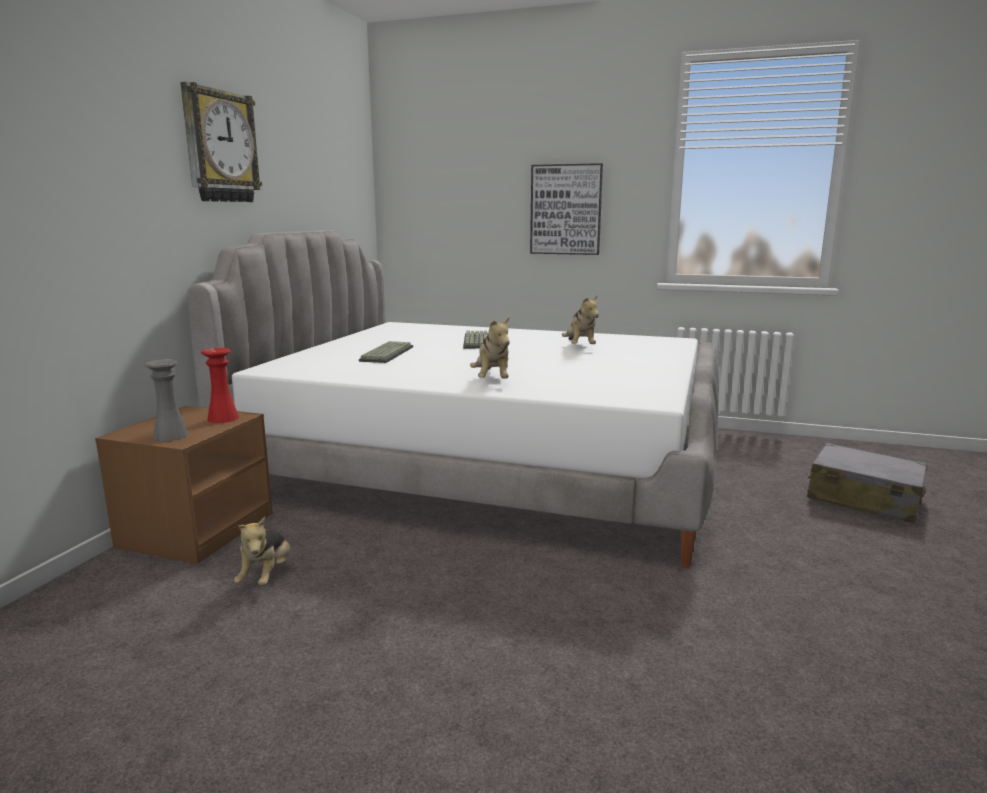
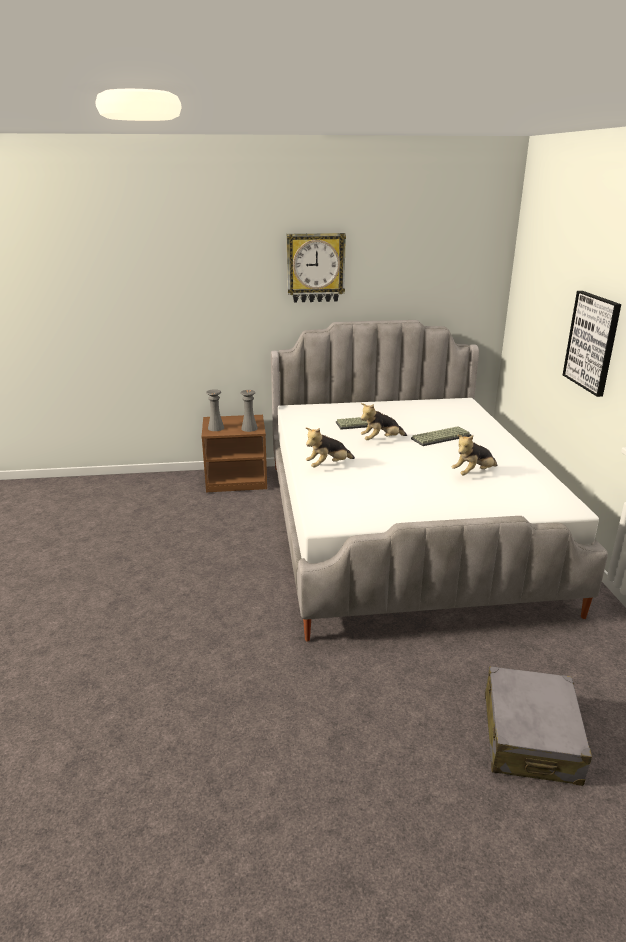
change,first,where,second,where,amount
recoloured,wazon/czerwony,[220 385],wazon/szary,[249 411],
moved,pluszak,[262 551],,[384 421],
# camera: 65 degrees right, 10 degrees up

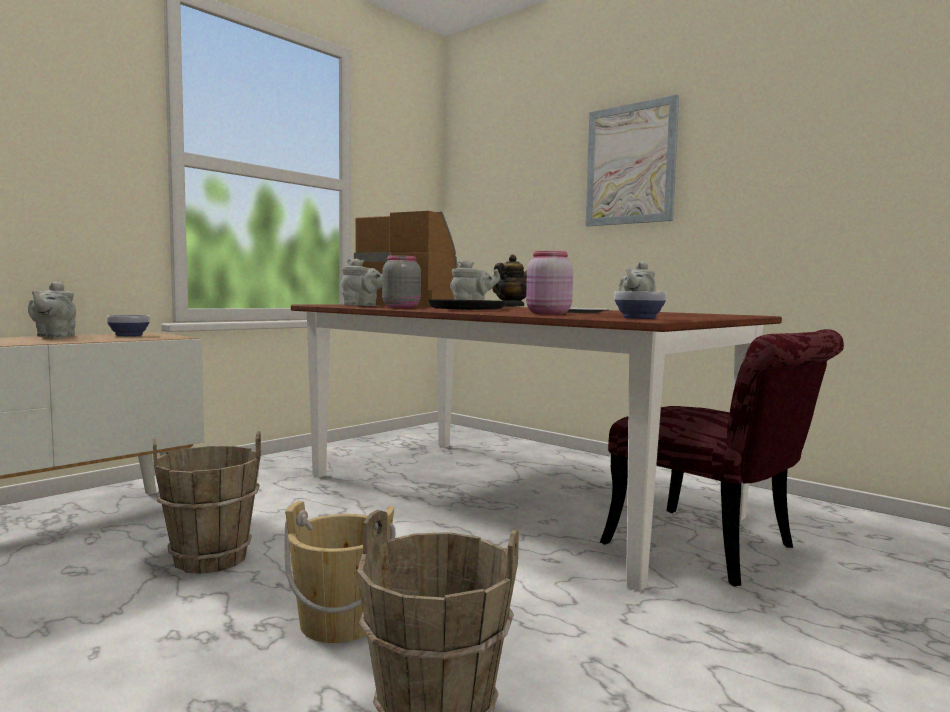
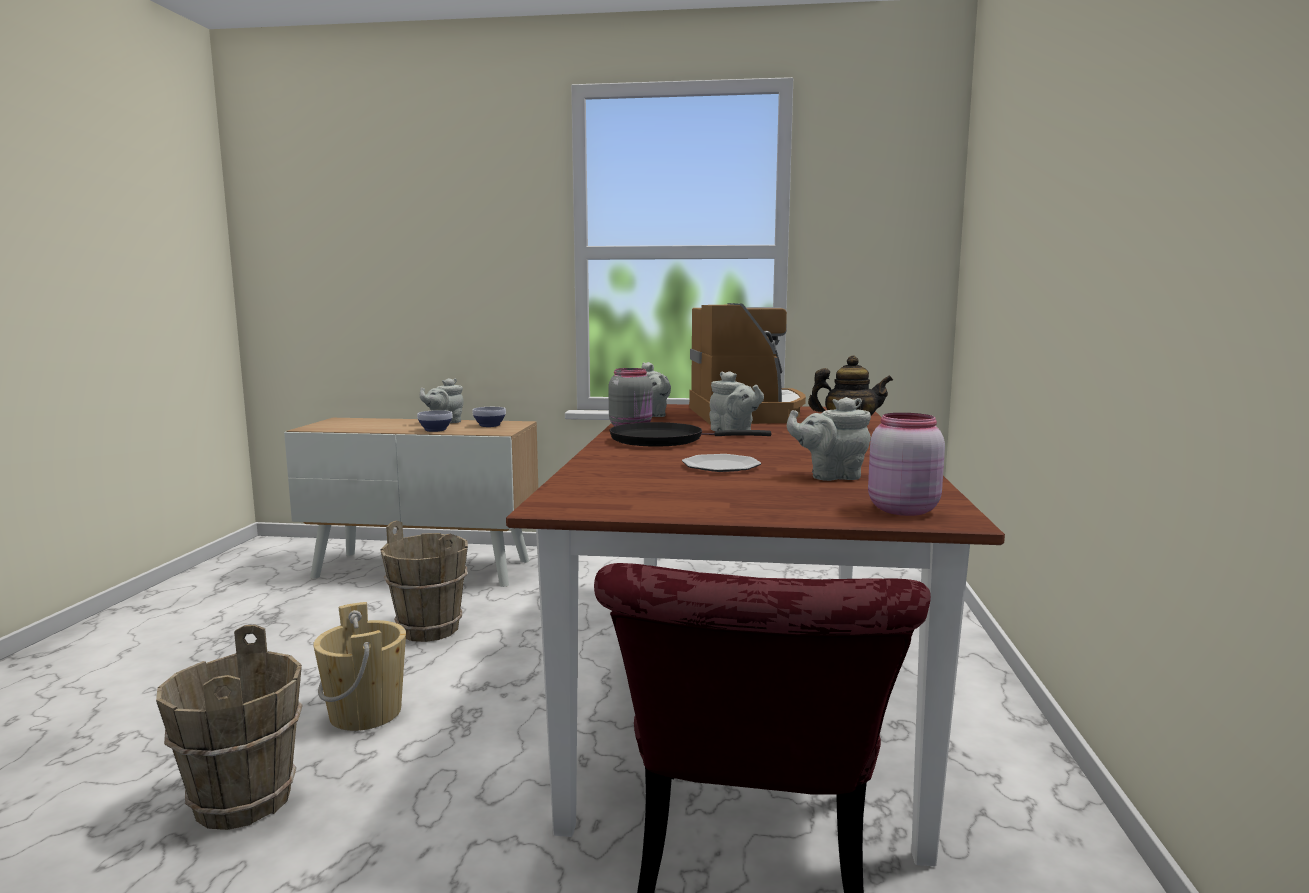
change,first,where,second,where,amount
removed,obraz,[632 160],,,
moved,słoik/różowy,[549 283],,[906 464],
moved,miska,[640 305],,[434 421],
# camera: 55 degrees right, 5 degrees up

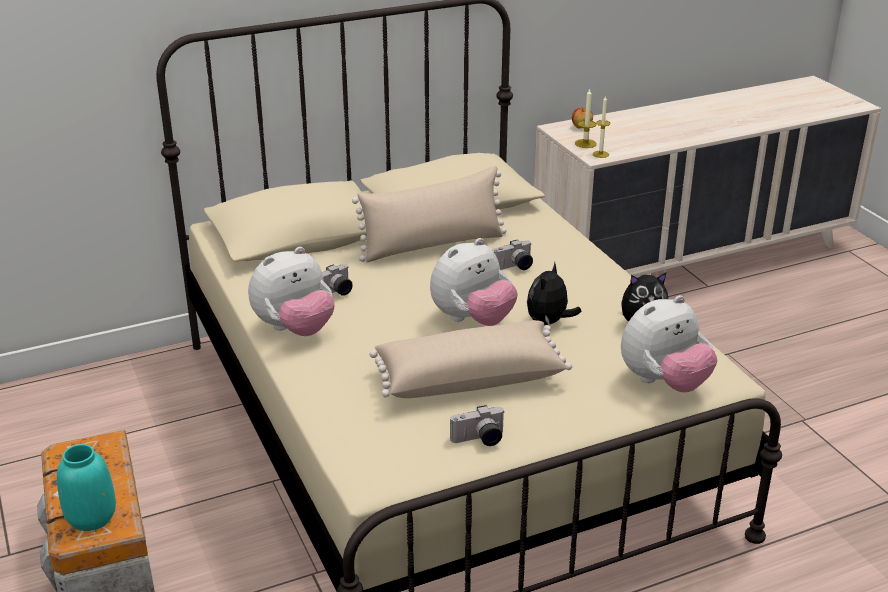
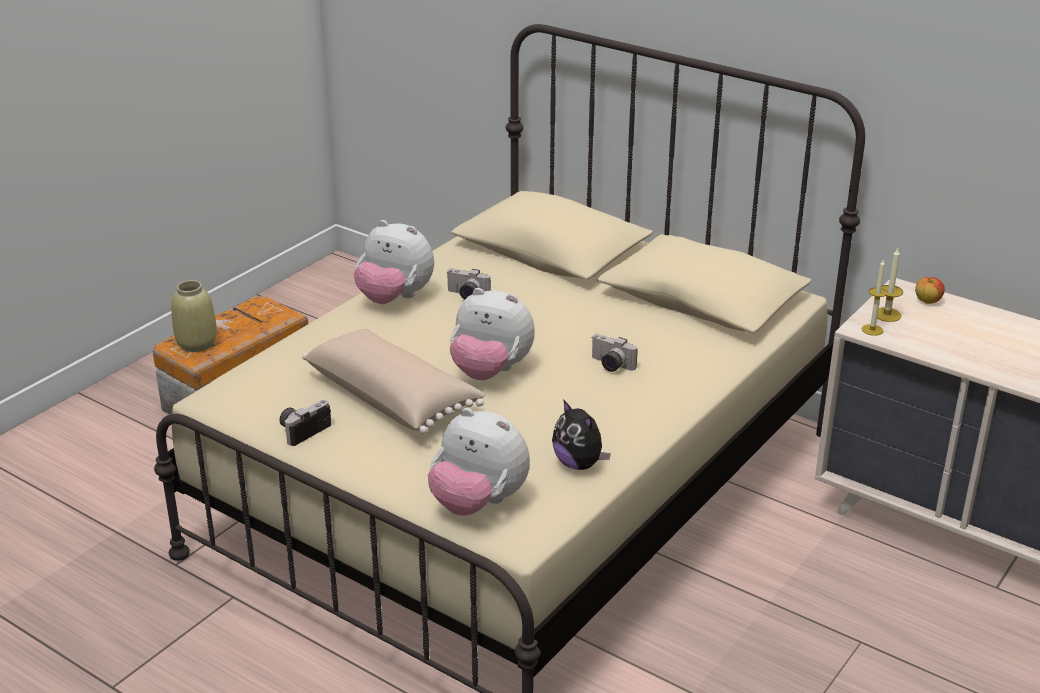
change,first,where,second,where,amount
removed,poduszka/beżowy,[429 214],,,
removed,pluszak,[554 294],,,
turned,aparat fotograficzny,[477 425],,[305 423],90 degrees clockwise
recoloured,wazon/turkusowy,[86 487],wazon/beżowy,[194 316],
# camera: 60 degrees right, 0 degrees up

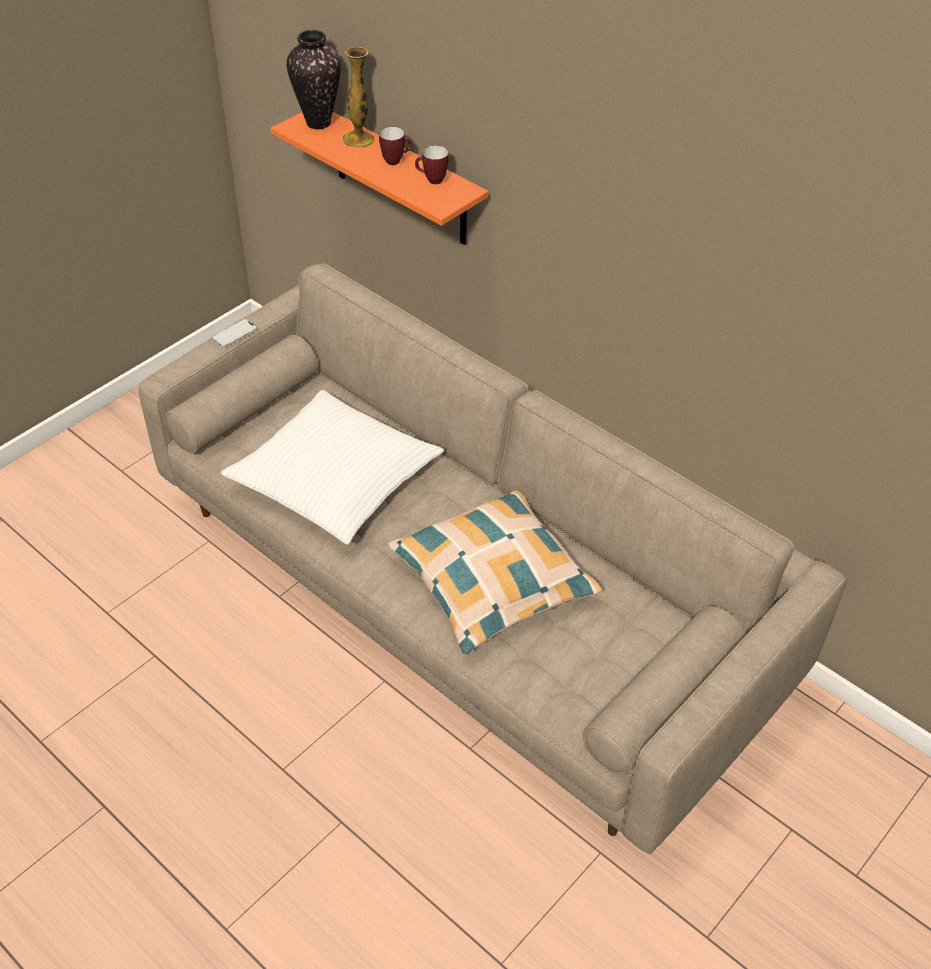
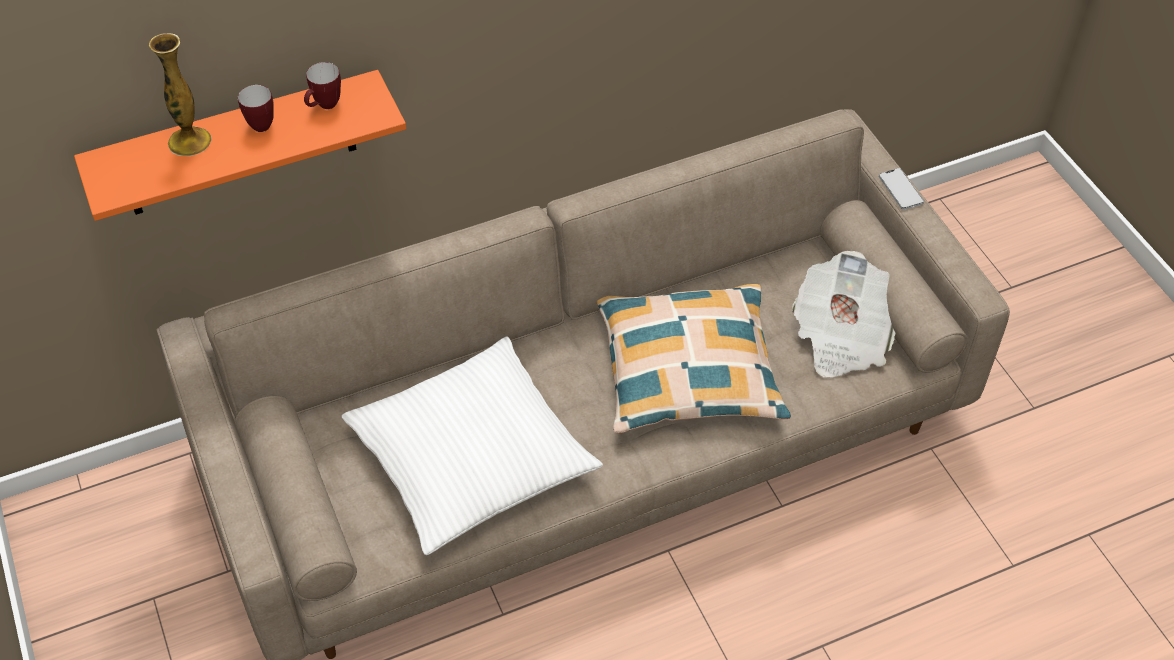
change,first,where,second,where,amount
removed,wazon,[314 79],,,
moved,telefon,[234 333],,[901 189],
added,,,gazeta,[843 314],
# camera: 65 degrees left, 5 degrees up

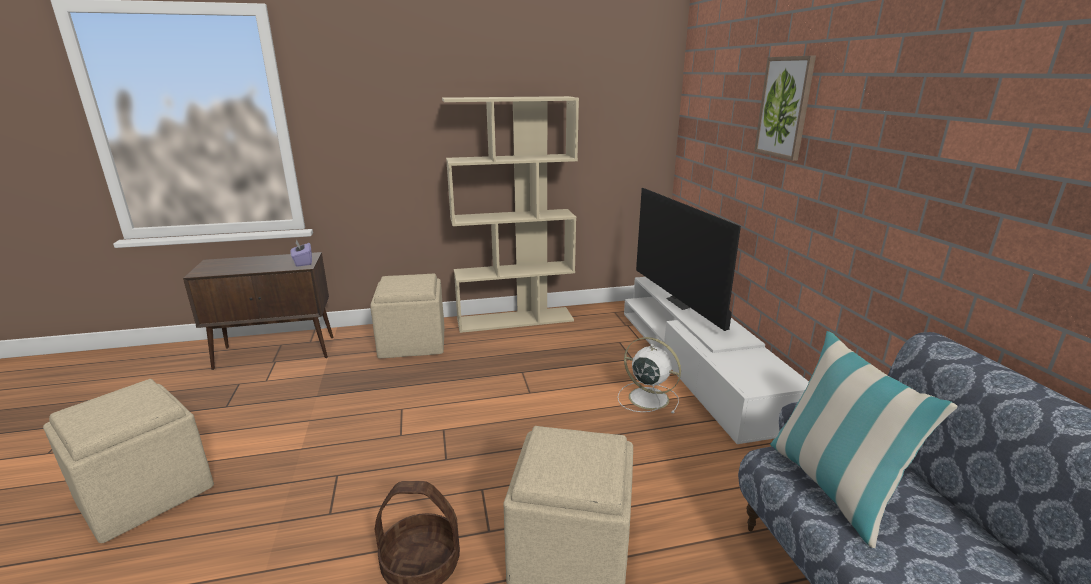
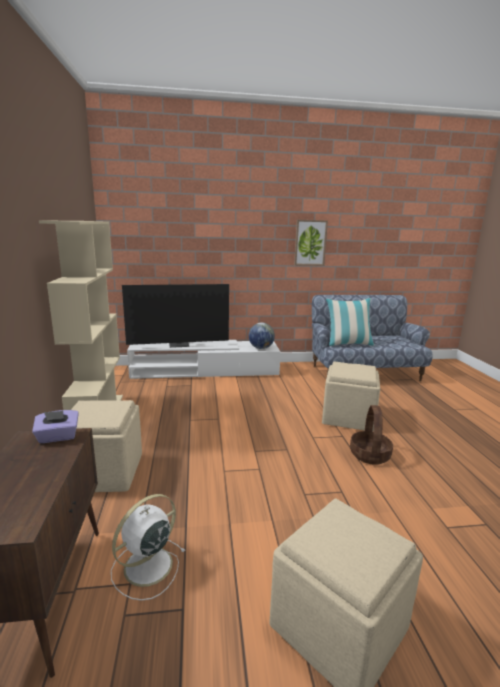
change,first,where,second,where,amount
moved,obraz,[785 108],,[311 243],
moved,wentylator/biały,[649 375],,[148 547],
added,,,globus,[262 336],
# camera: 85 degrees left, 5 degrees down

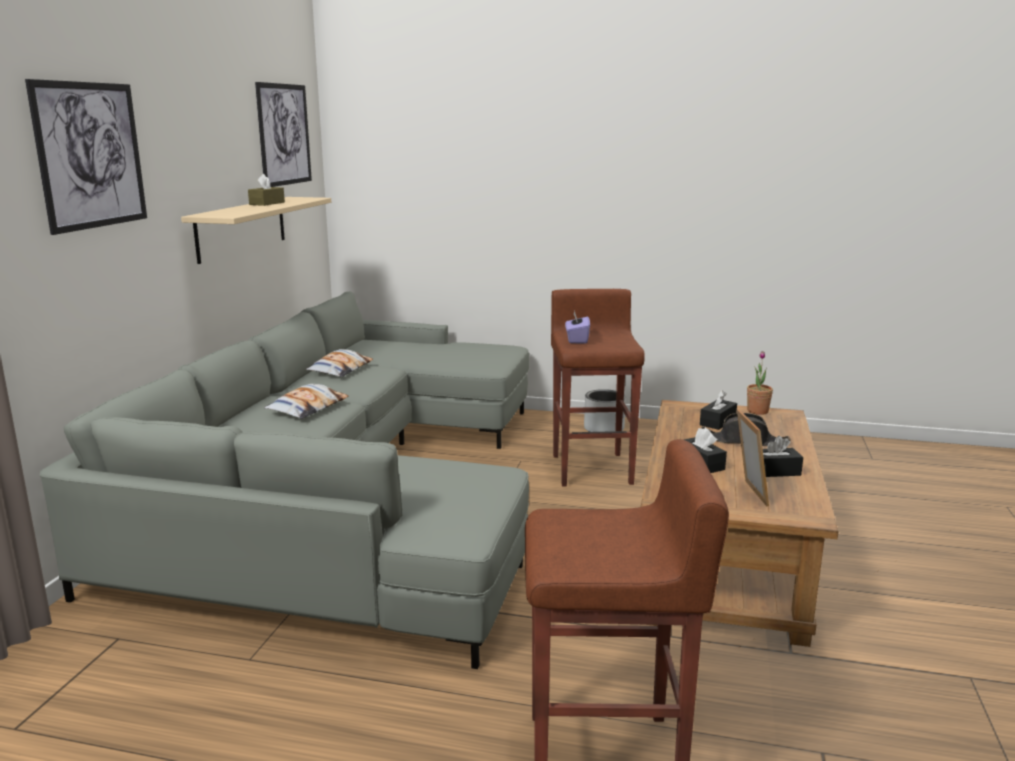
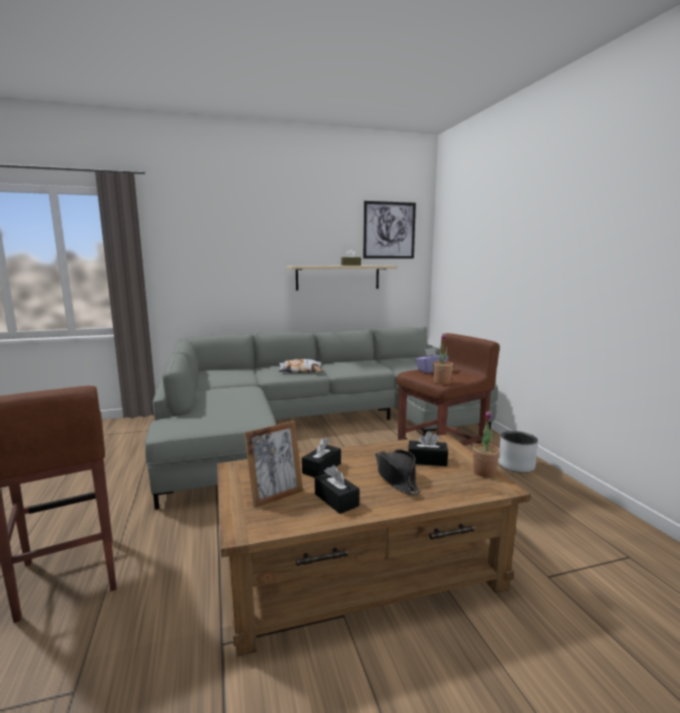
change,first,where,second,where,amount
removed,obraz,[86 157],,,
removed,poduszka,[339 363],,,
added,,,roślina doniczkowa,[443 359],
# camera: 60 degrees right, 5 degrees down

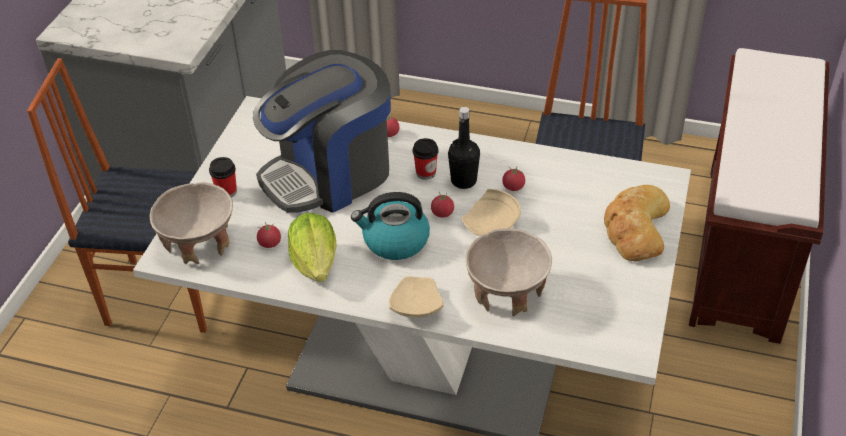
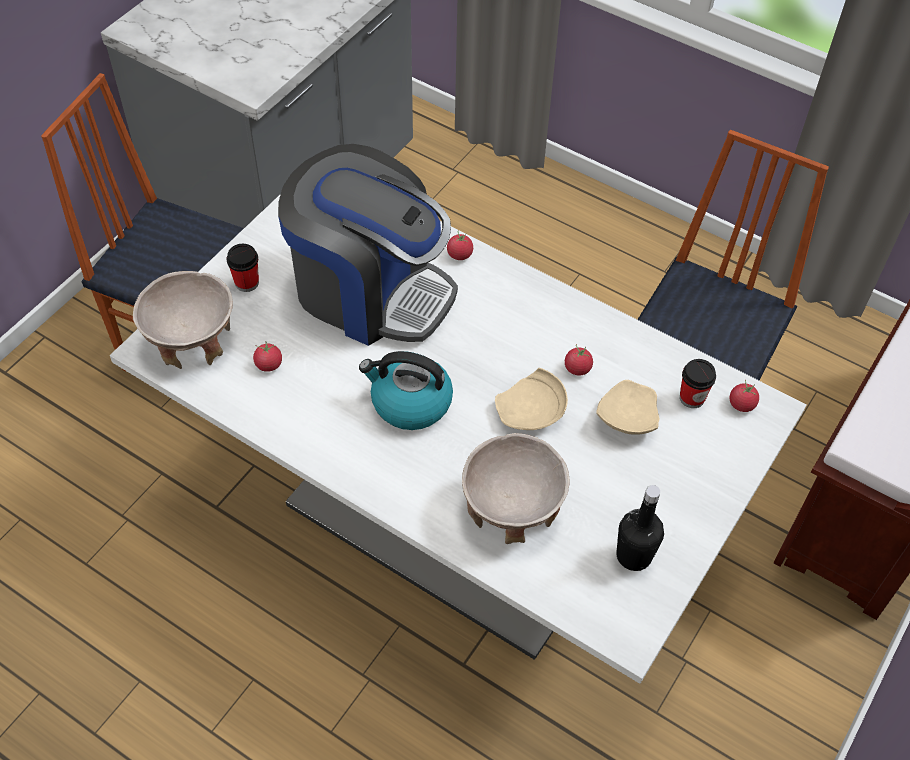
change,first,where,second,where,amount
turned,ekspres do kawy,[322 131],,[368 245],135 degrees counterclockwise
moved,butelka/czarny,[464 148],,[640 528],
moved,filiżanka,[426 159],,[698 383],
removed,chleb,[637 223],,,
moved,pomidor,[442 205],,[744 396],
removed,sałata,[312 247],,,
moved,talerz/beżowy,[416 297],,[627 407],
# camera: 15 degrees right, 10 degrees up

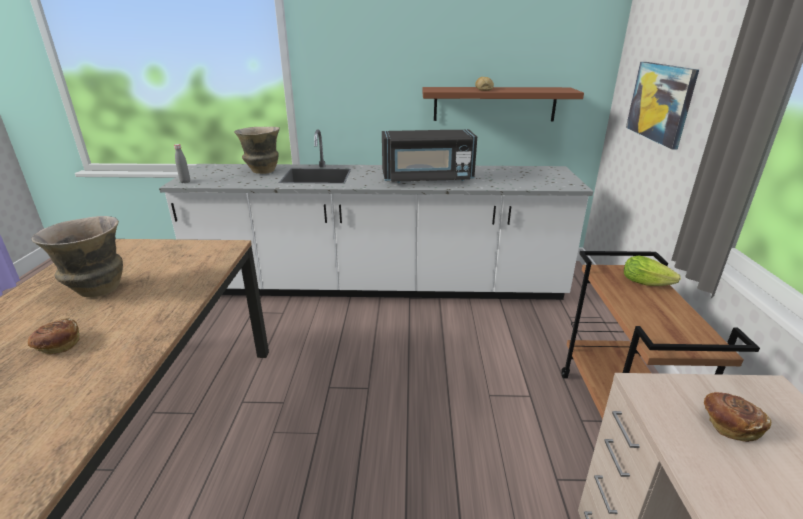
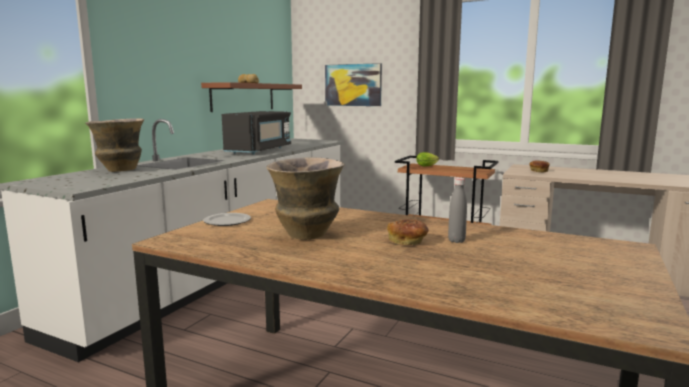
change,first,where,second,where,amount
moved,butelka/szary,[182 163],,[457 210],
added,,,talerz,[227 219],
# camera: 65 degrees left, 15 degrees down

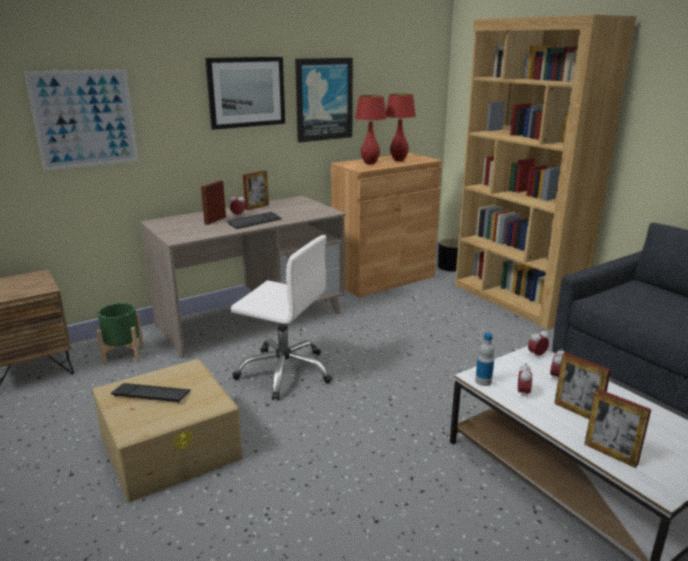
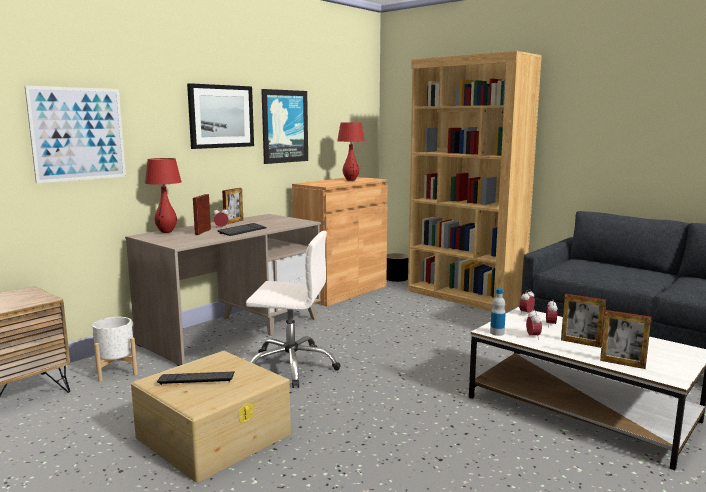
change,first,where,second,where,amount
moved,lampa stołowa/czerwony,[371 130],,[163 195],
recoloured,donica/zielony,[120 334],donica/biały,[115 349],
# camera: 15 degrees left, 10 degrees down

